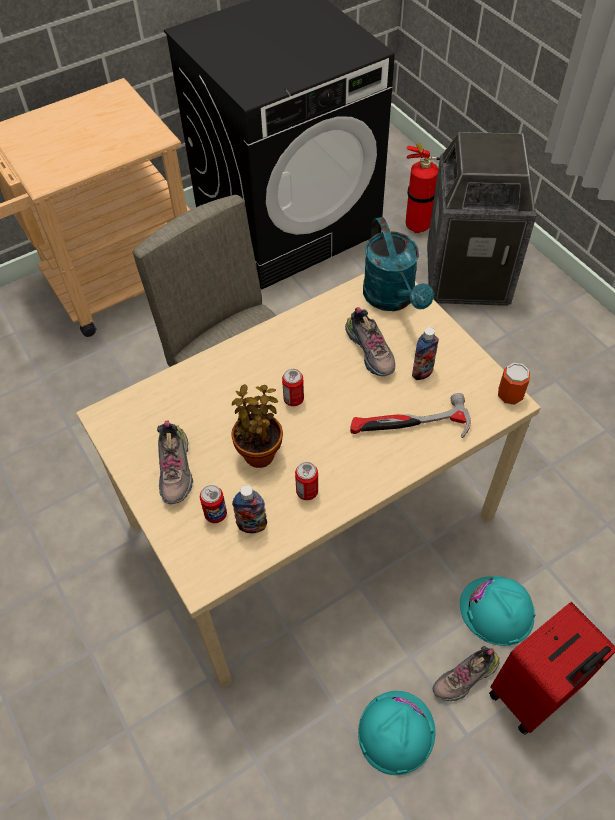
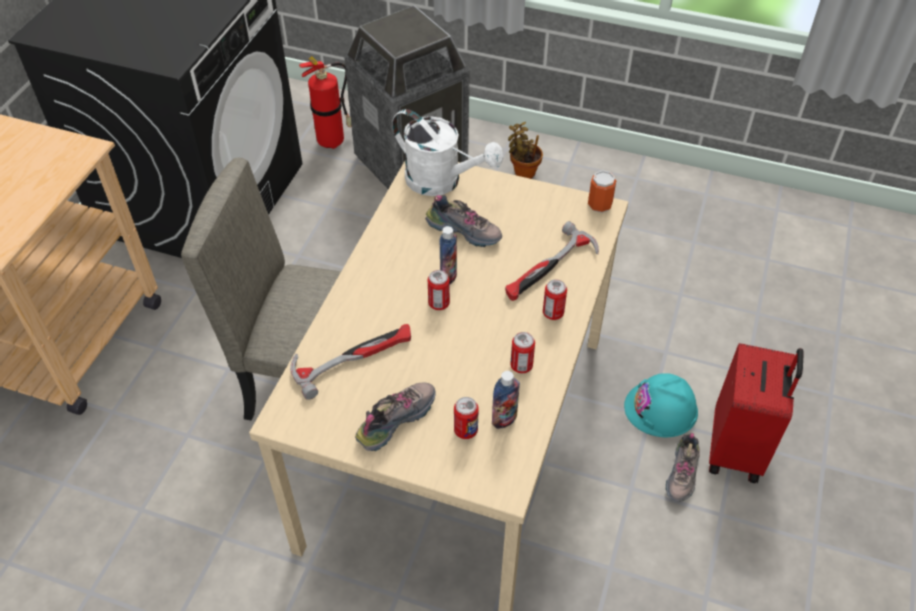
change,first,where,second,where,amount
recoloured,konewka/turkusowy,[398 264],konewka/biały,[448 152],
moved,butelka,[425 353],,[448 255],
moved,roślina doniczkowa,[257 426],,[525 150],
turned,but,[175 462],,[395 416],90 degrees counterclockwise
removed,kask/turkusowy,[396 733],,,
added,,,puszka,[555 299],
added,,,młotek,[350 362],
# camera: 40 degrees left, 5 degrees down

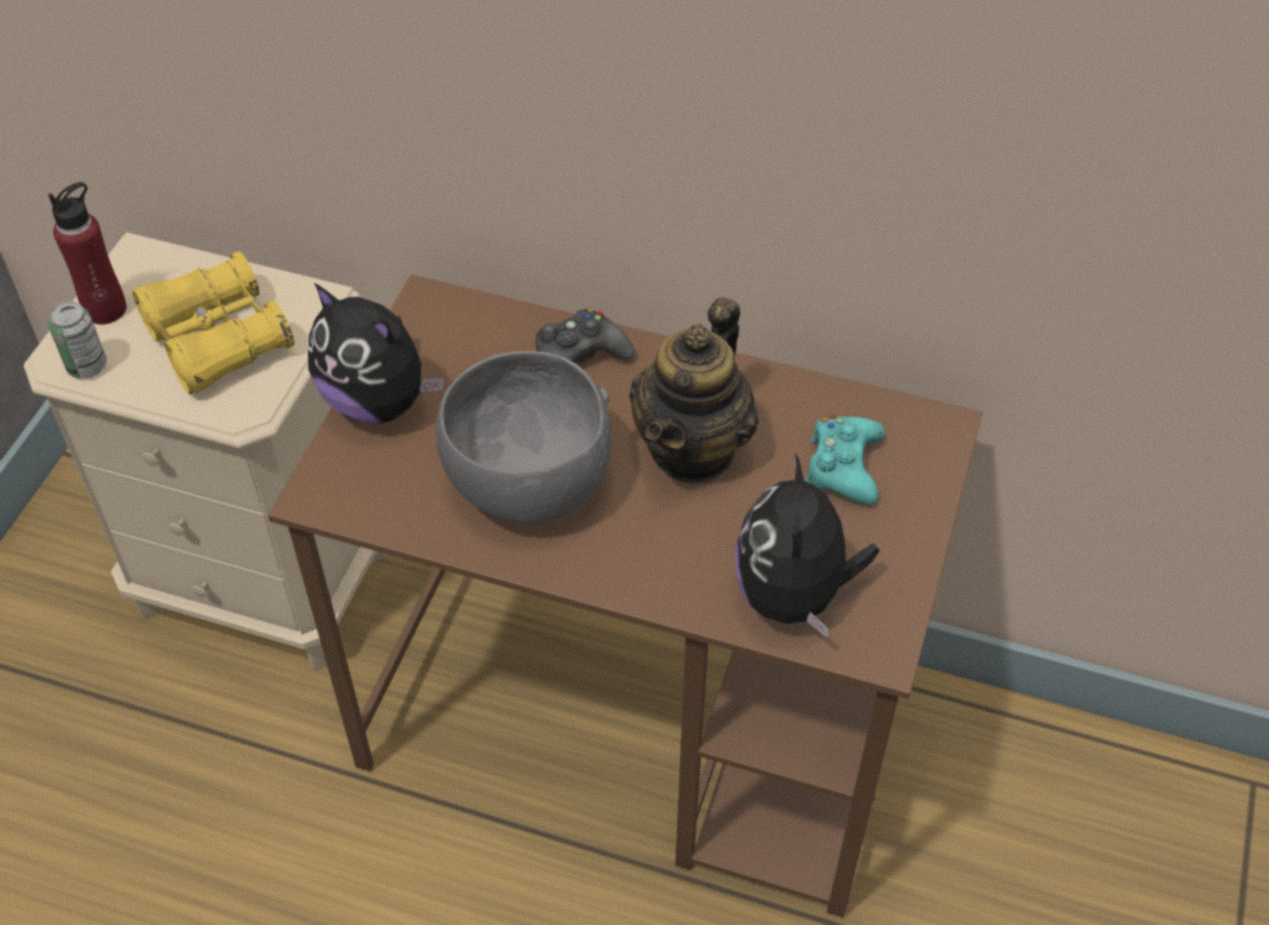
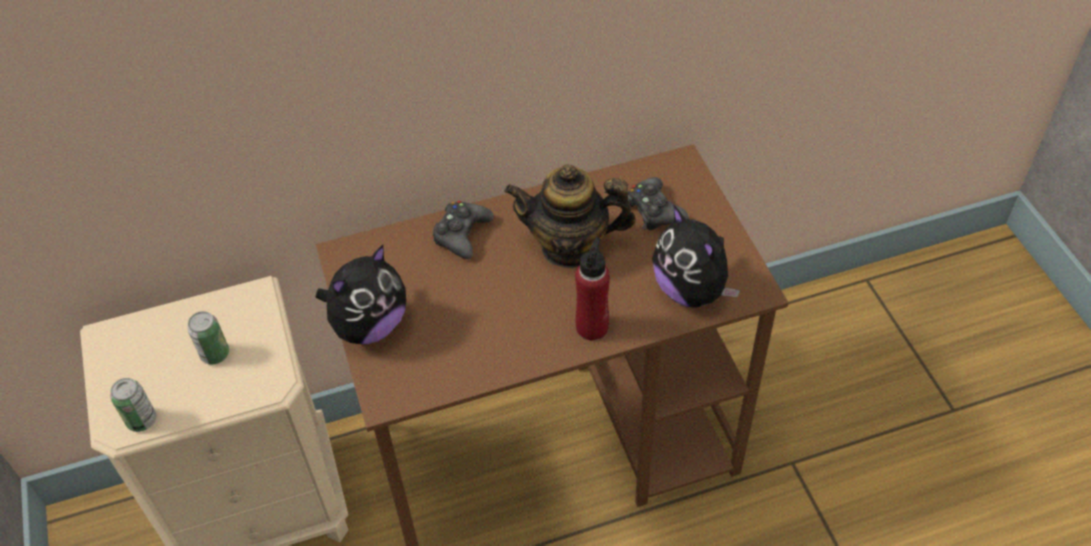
change,first,where,second,where,amount
moved,butelka/czerwony,[87 253],,[592 288],
replaced,lornetka/żółty,[213 322],puszka,[208 338],
turned,pluszak,[376 353],,[361 294],45 degrees counterclockwise
turned,imbryk,[694 390],,[570 216],105 degrees clockwise
removed,miska/szary,[524 437],,,
recoloured,pad do gier/turkusowy,[845 460],pad do gier/czarny,[658 203],
# camera: 35 degrees left, 0 degrees up

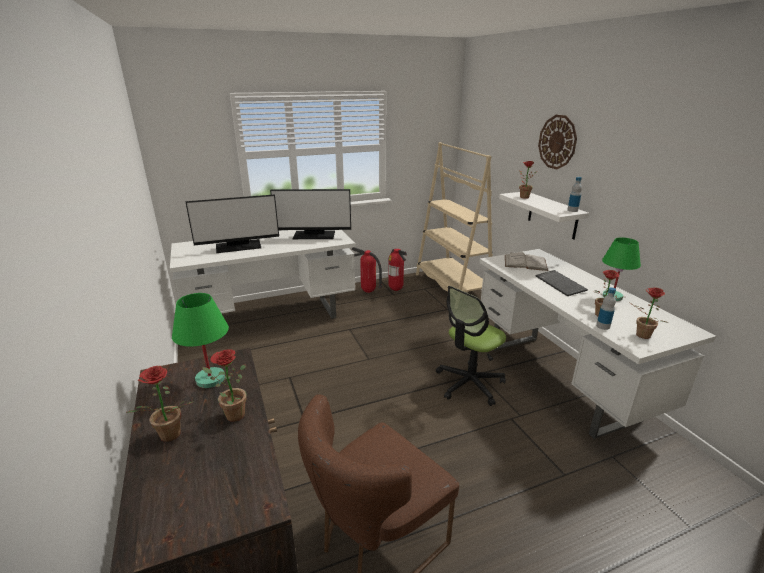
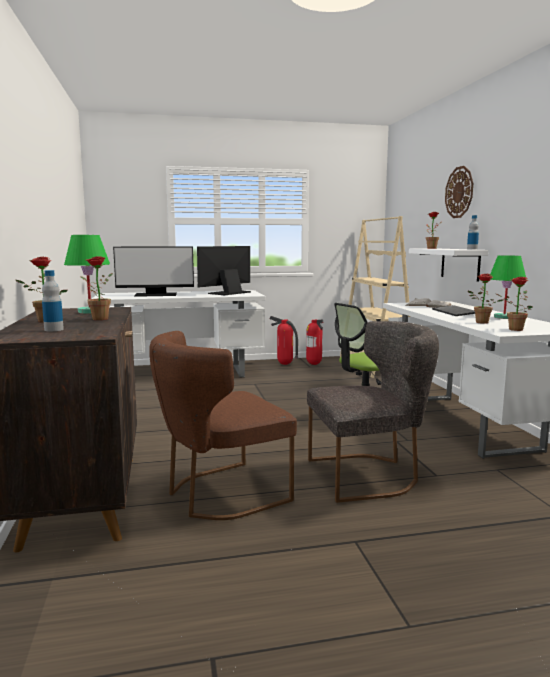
change,first,where,second,where,amount
turned,monitor,[310 214],,[224 270],120 degrees clockwise
moved,butelka,[606 309],,[53 300],
added,,,krzesło/szary,[373 412],
# camera: 10 degrees right, 15 degrees down

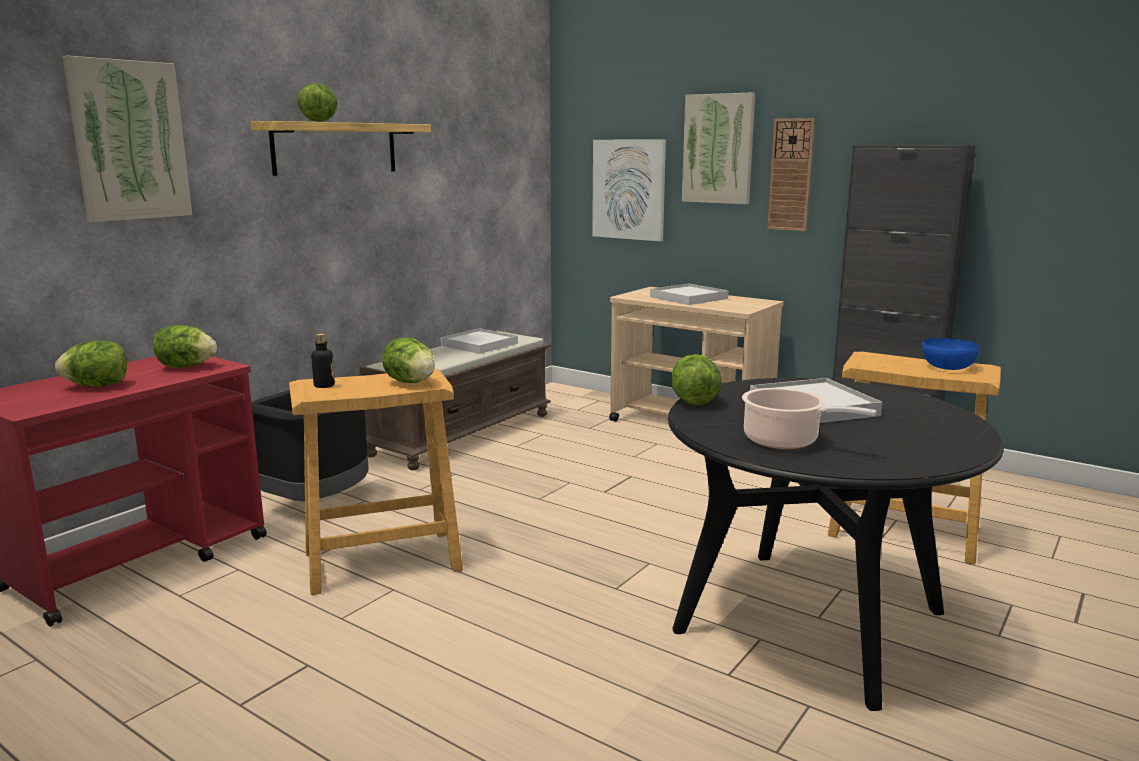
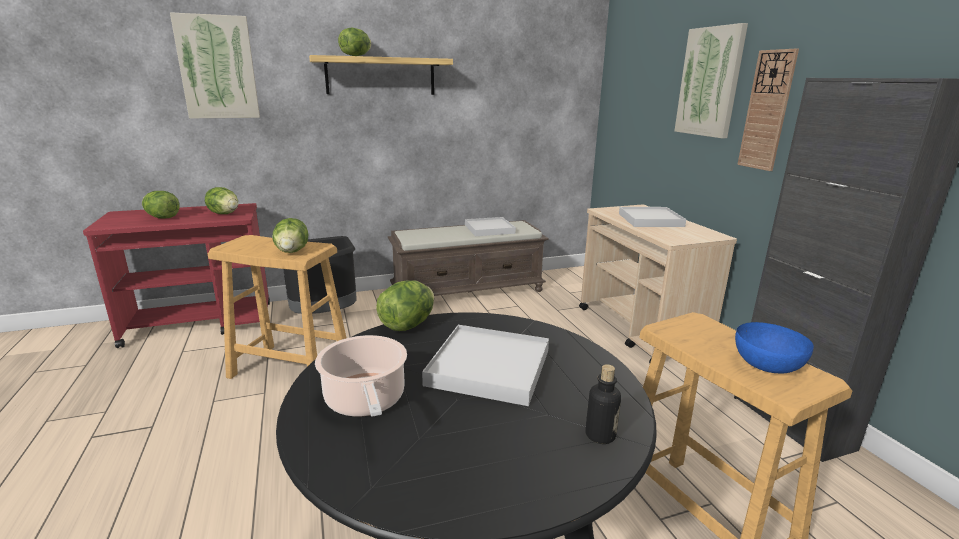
change,first,where,second,where,amount
removed,obraz,[629 190],,,
moved,butelka,[323 361],,[603 404],
# camera: 35 degrees right, 5 degrees up

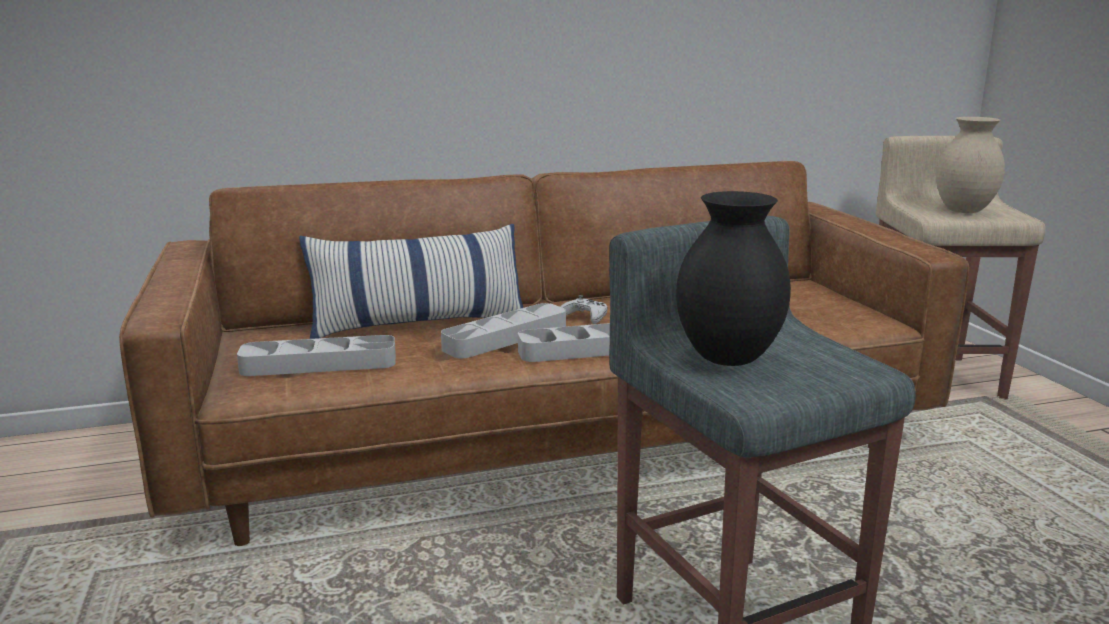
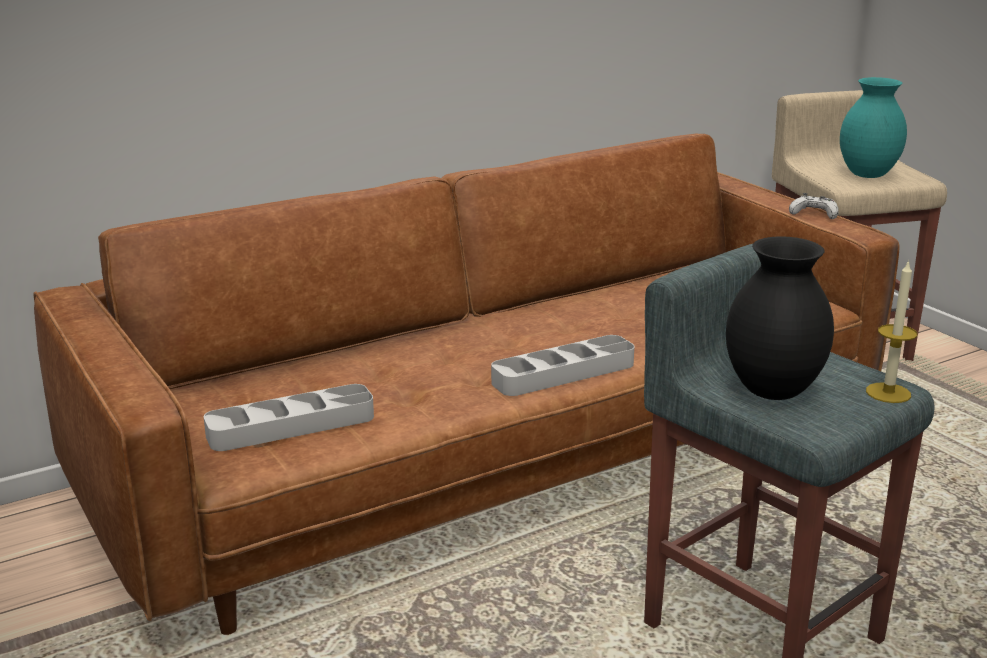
change,first,where,second,where,amount
recoloured,wazon/beżowy,[970 165],wazon/turkusowy,[873 127],
removed,poduszka,[411 281],,,
moved,pad do gier/biały,[583 309],,[814 206],
removed,taca/szary,[503 330],,,
added,,,świeca,[891 331],
# camera: 15 degrees left, 5 degrees up

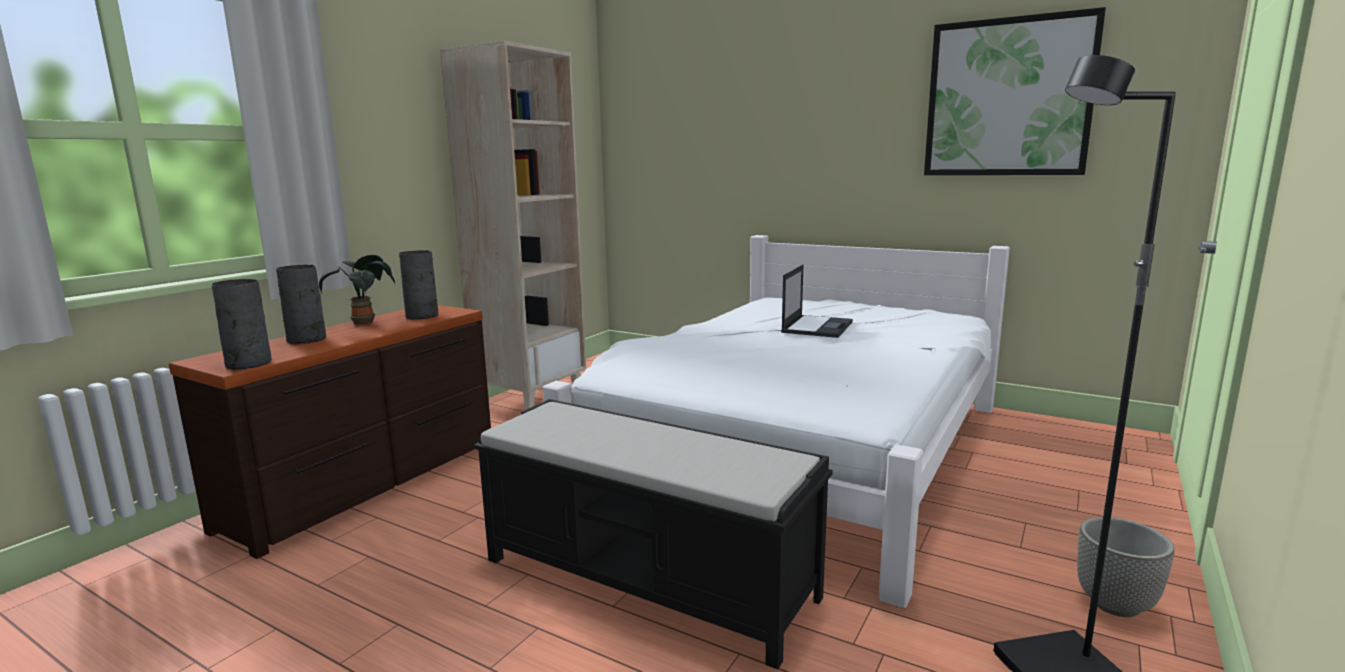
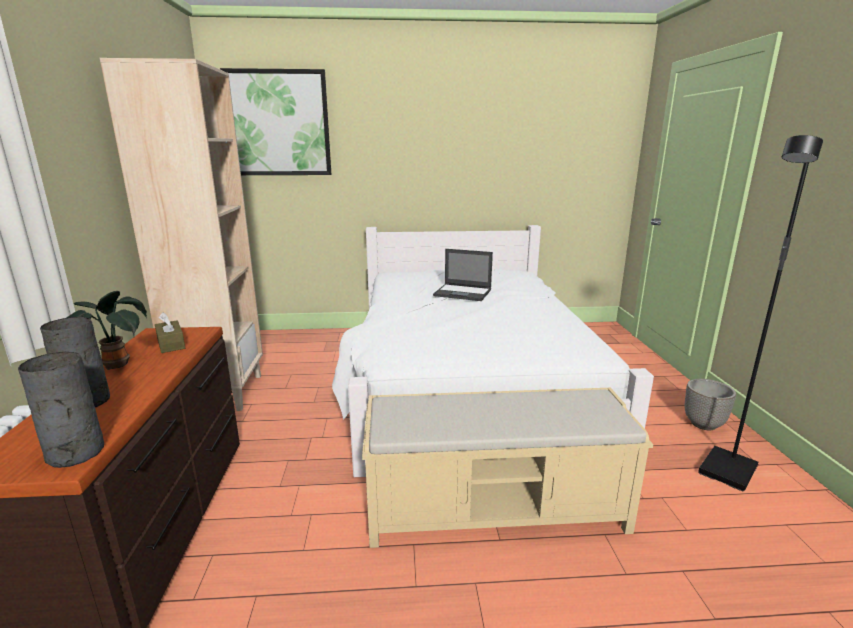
change,first,where,second,where,amount
moved,obraz,[1015 91],,[275 121],
replaced,wazon/szary,[418 284],pudełko chusteczek/brązowy,[170 332],
turned,laptop,[817 301],,[463 275],120 degrees clockwise
recoloured,ławka/czarny,[653 534],ławka/beżowy,[507 467],
# camera: 35 degrees left, 5 degrees up

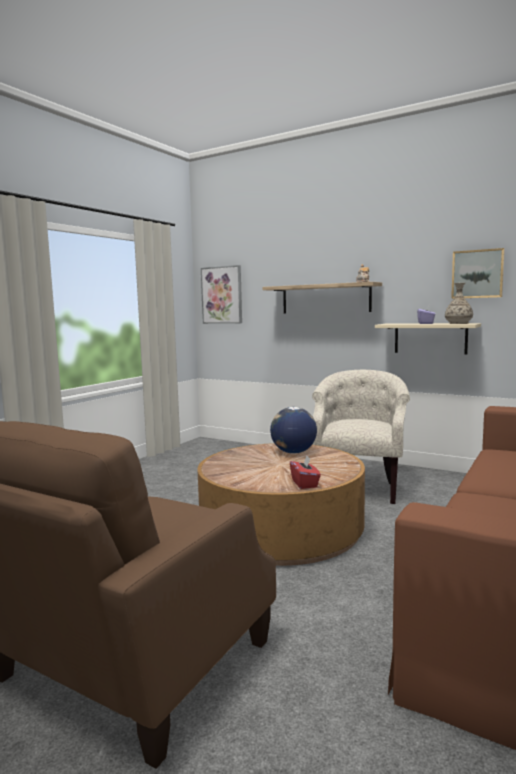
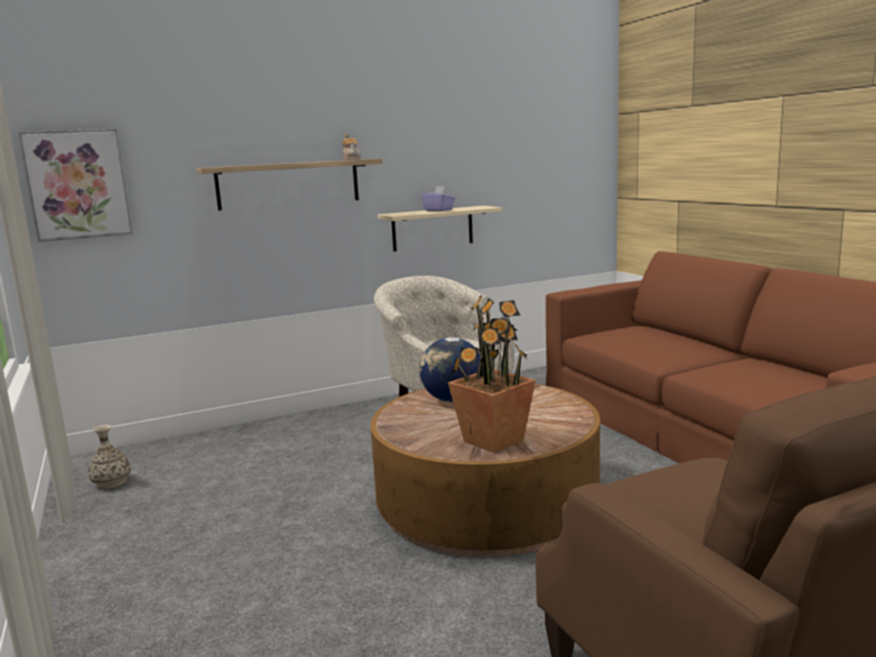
change,first,where,second,where,amount
removed,obraz,[478 273],,,
moved,wazon,[459 303],,[109 457],
removed,pudełko chusteczek/czerwony,[305 472],,,
added,,,roślina doniczkowa,[492 374],
# camera: 55 degrees left, 5 degrees up

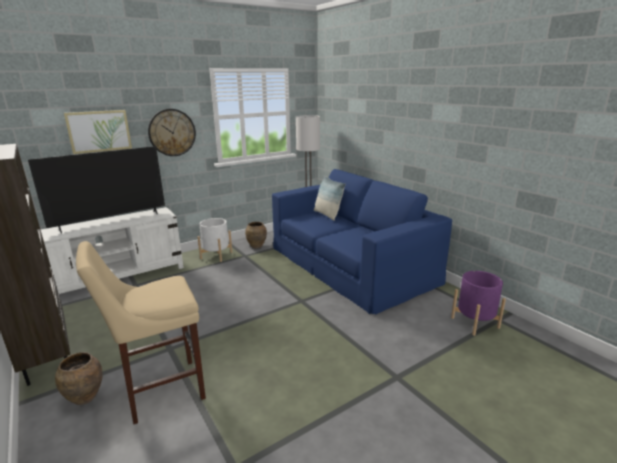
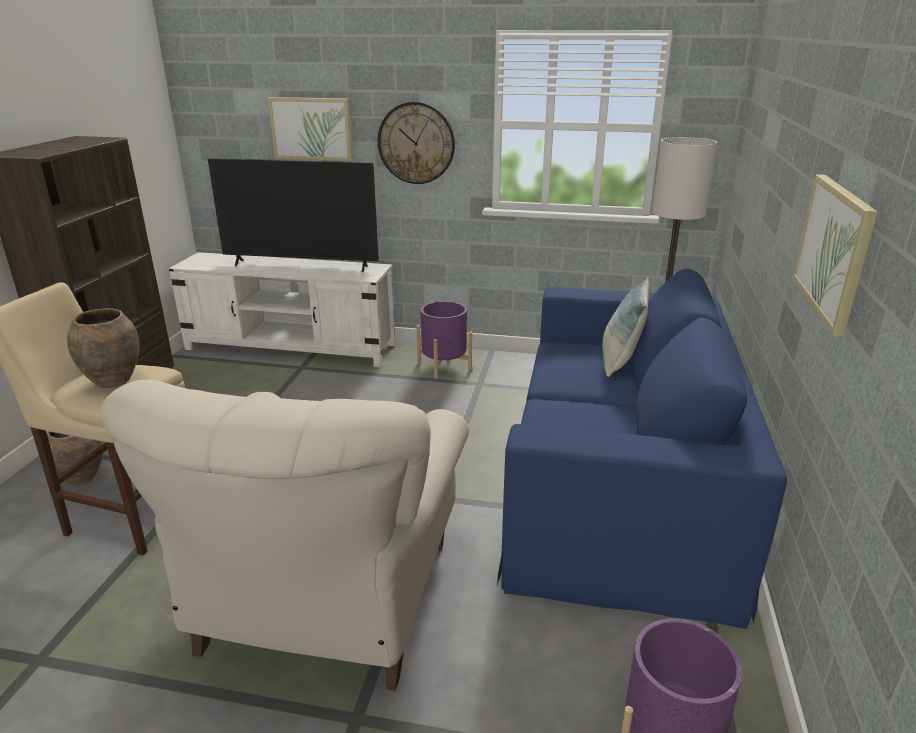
change,first,where,second,where,amount
recoloured,donica/biały,[215 240],donica/fioletowy,[444 340],
moved,wazon/brązowy,[256 235],,[103 348],
added,,,obraz,[835 255],
added,,,fotel/beżowy,[284 535],
# camera: 45 degrees right, 5 degrees up

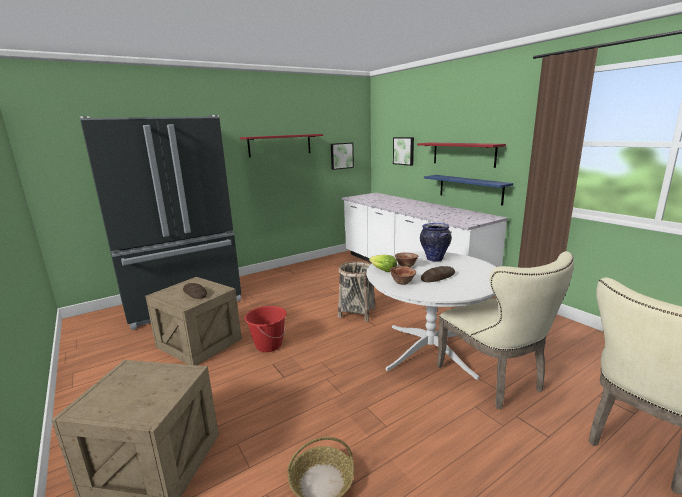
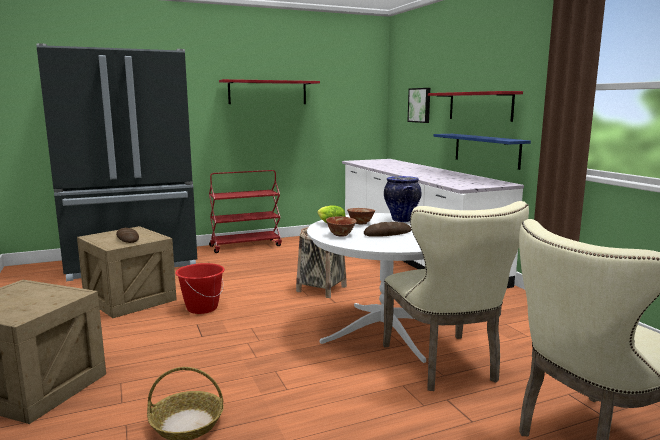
change,first,where,second,where,amount
removed,obraz,[342 156],,,
added,,,wózek/czerwony,[245 211],
# camera: 10 degrees right, 5 degrees down

